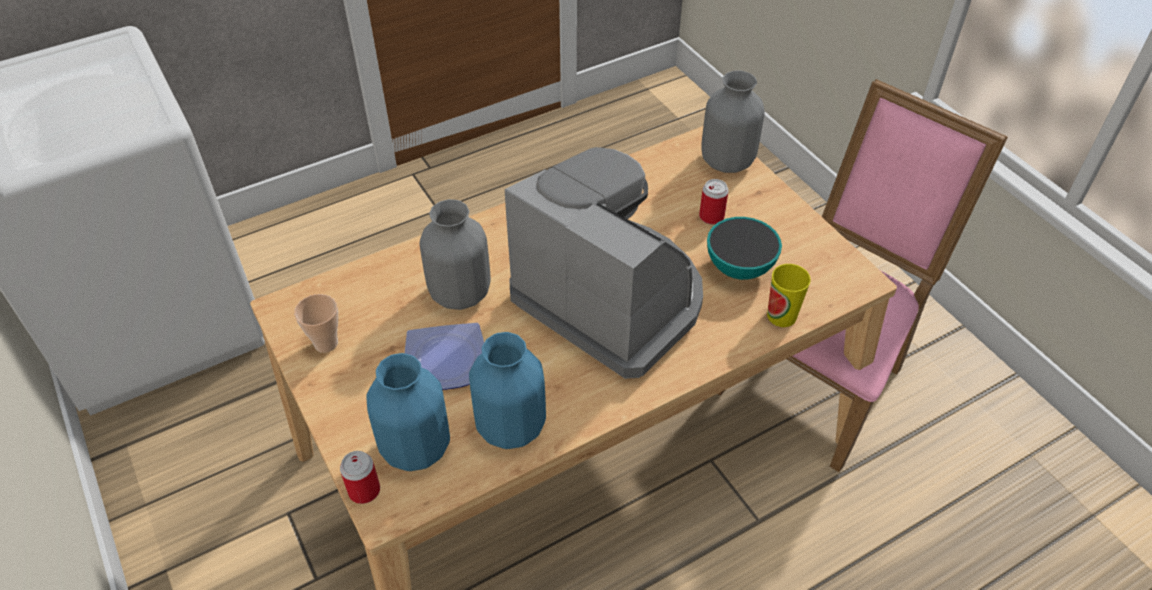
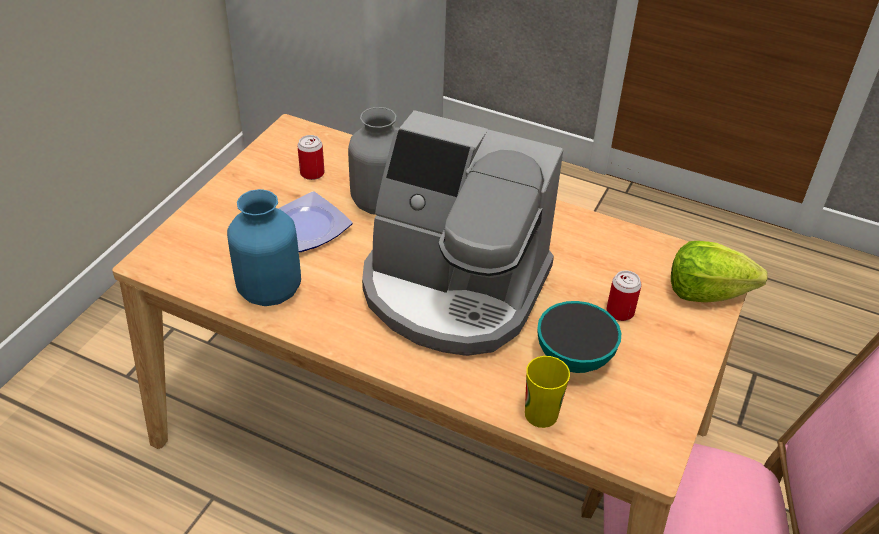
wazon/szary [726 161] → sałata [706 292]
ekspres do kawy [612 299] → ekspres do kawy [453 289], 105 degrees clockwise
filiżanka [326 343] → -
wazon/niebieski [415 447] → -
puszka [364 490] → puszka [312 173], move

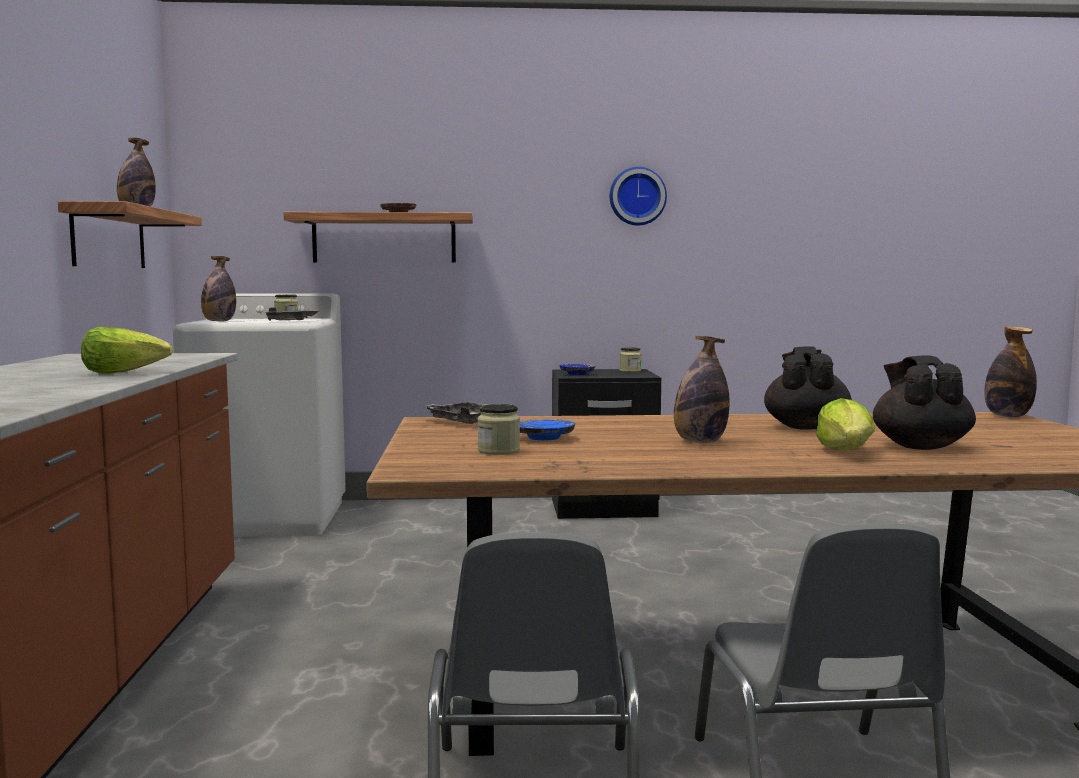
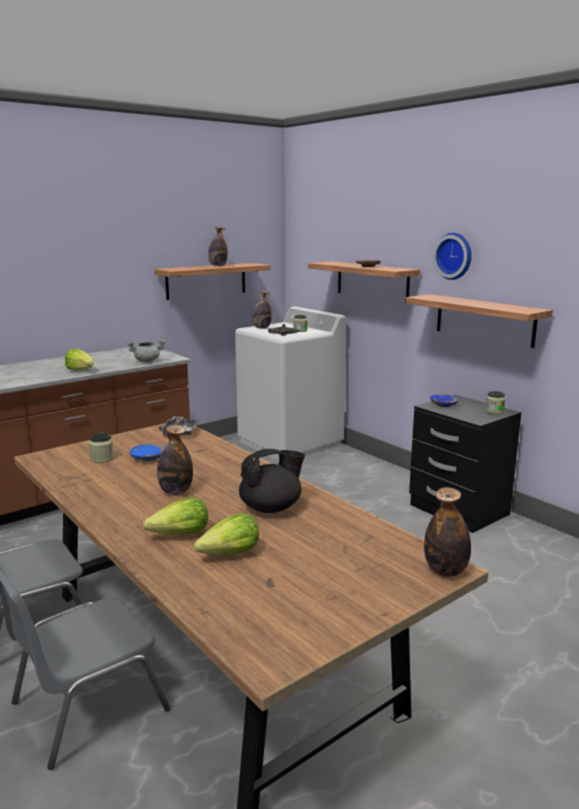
zegar ścienny [637 196] → zegar ścienny [454 256], move
imbryk/czarny [920 446] → sałata [230 554]
- → półka [484 320]
- → garnek/szary [147 361]

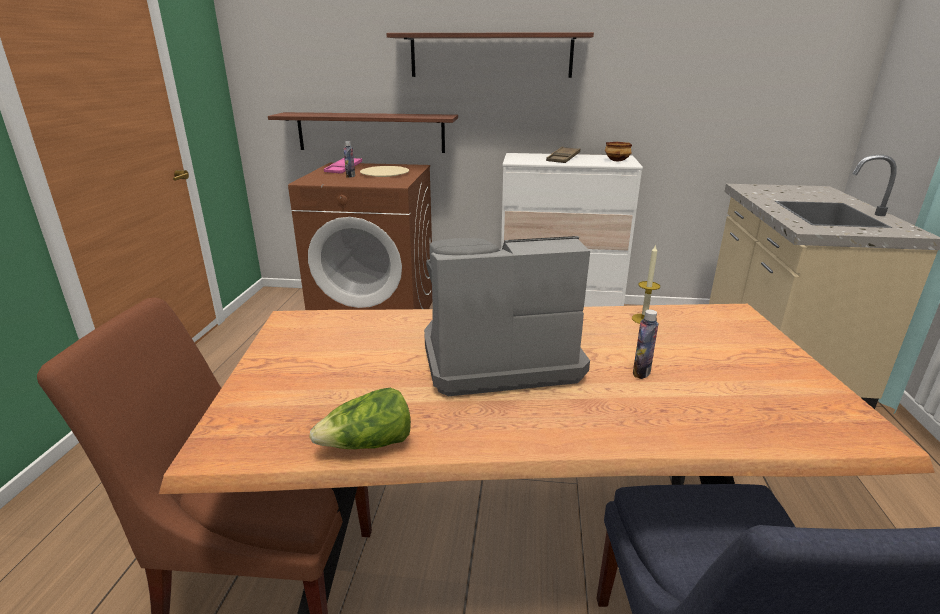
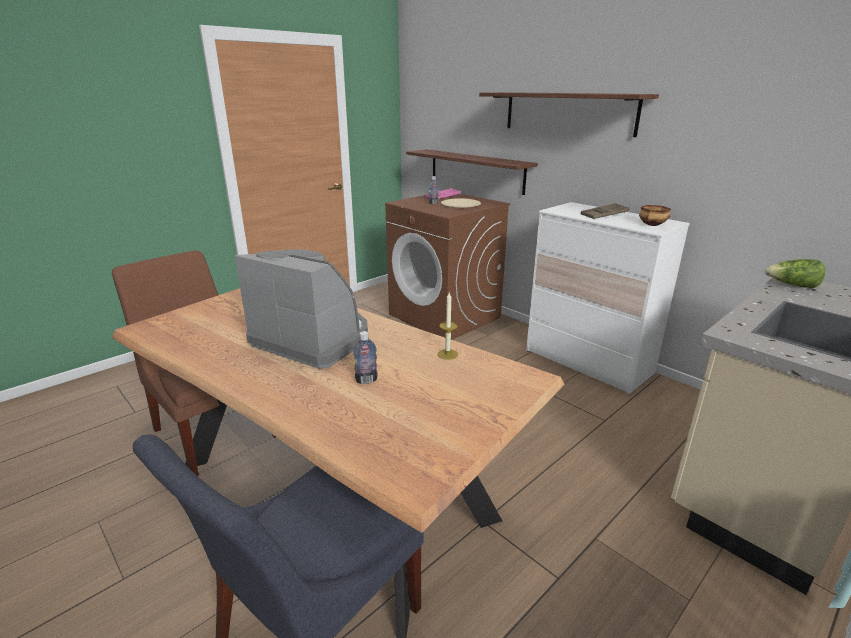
sałata [368 445] → sałata [792 286], move

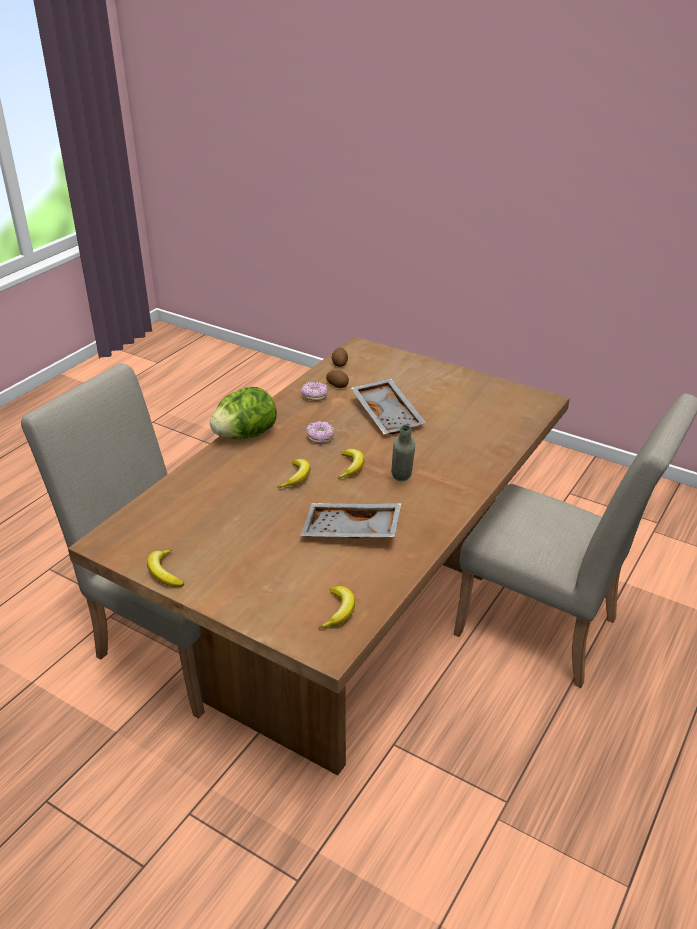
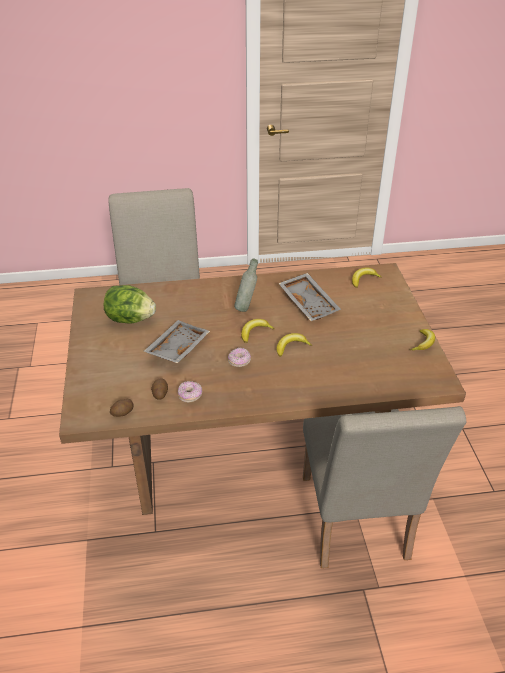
sałata [246 435] → sałata [130 319], move

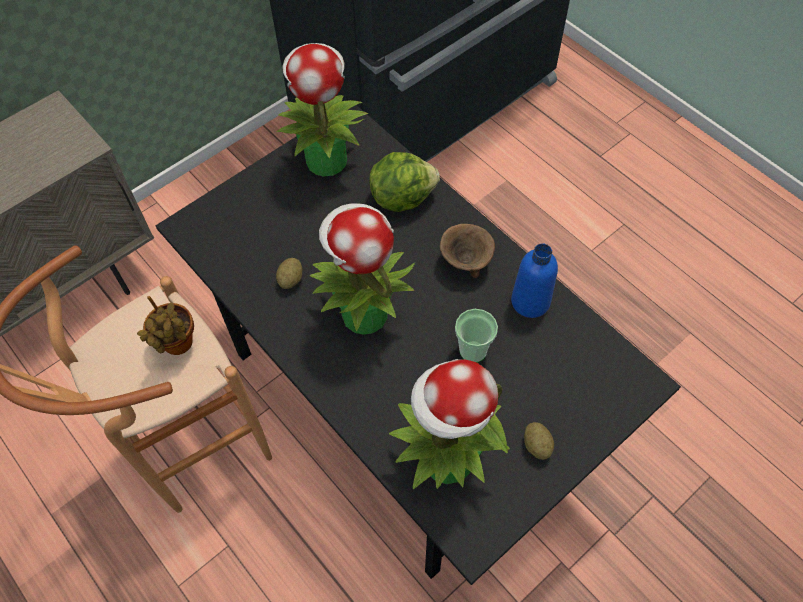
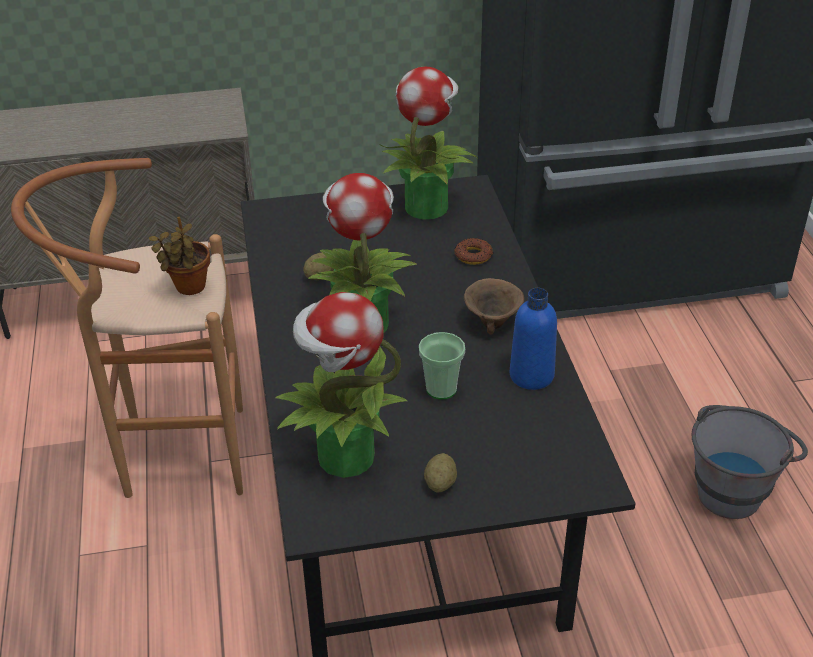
sałata [402 197] → donut [473 255]
- → wiadro/szary [735 487]

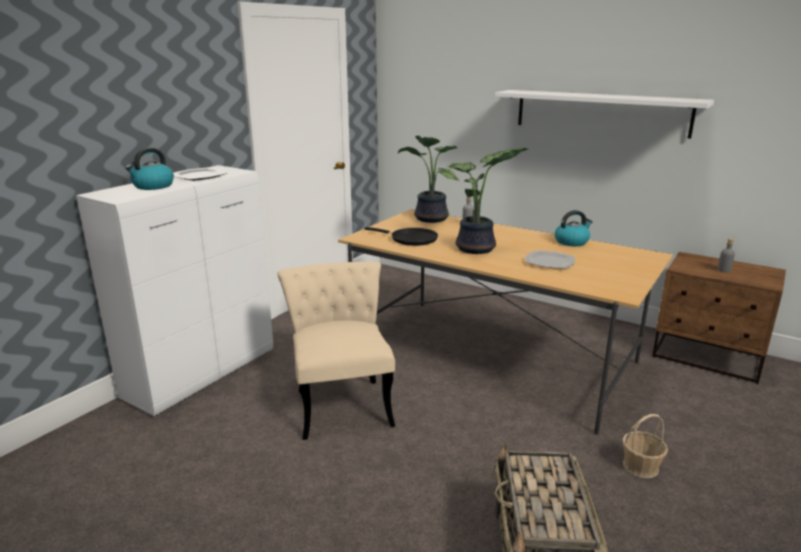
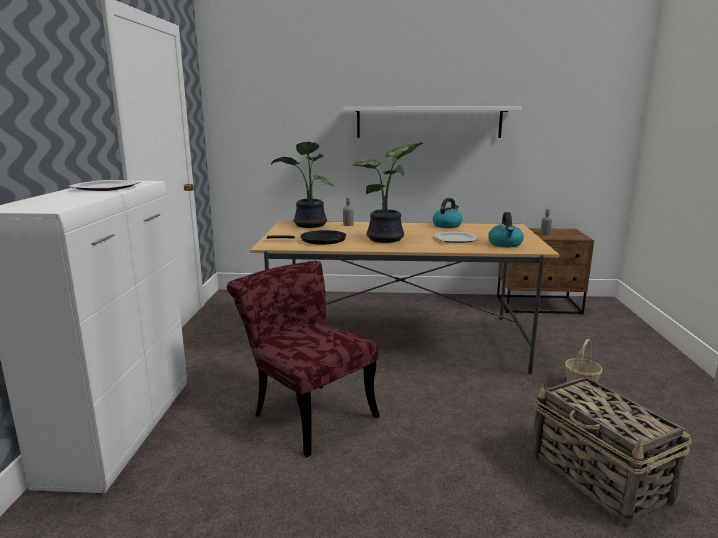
czajnik [153 186] → czajnik [505 244], move
krzesło/beżowy [341 401] → krzesło/czerwony [307 411]

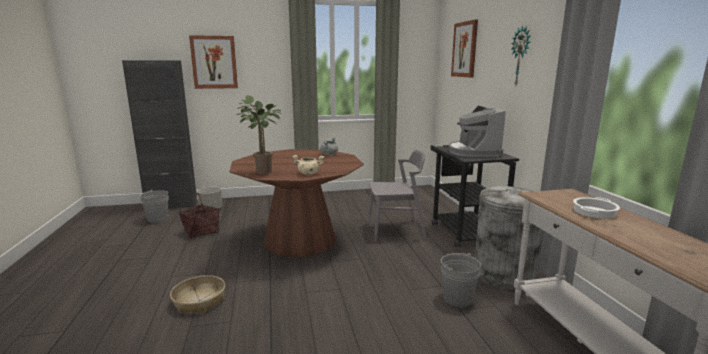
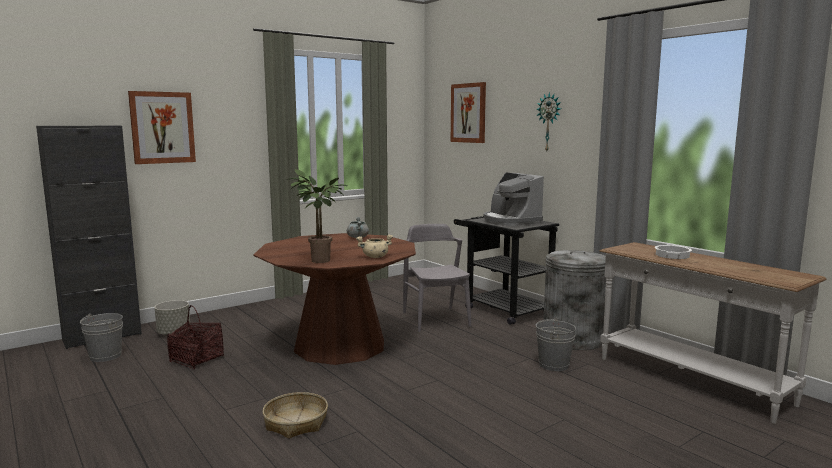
krzesło/szary [396 230] → krzesło/szary [436 319], 75 degrees counterclockwise

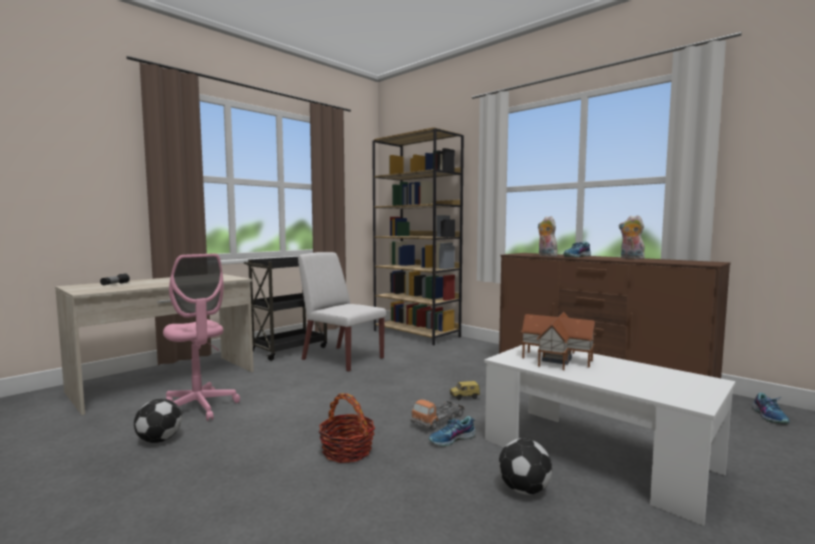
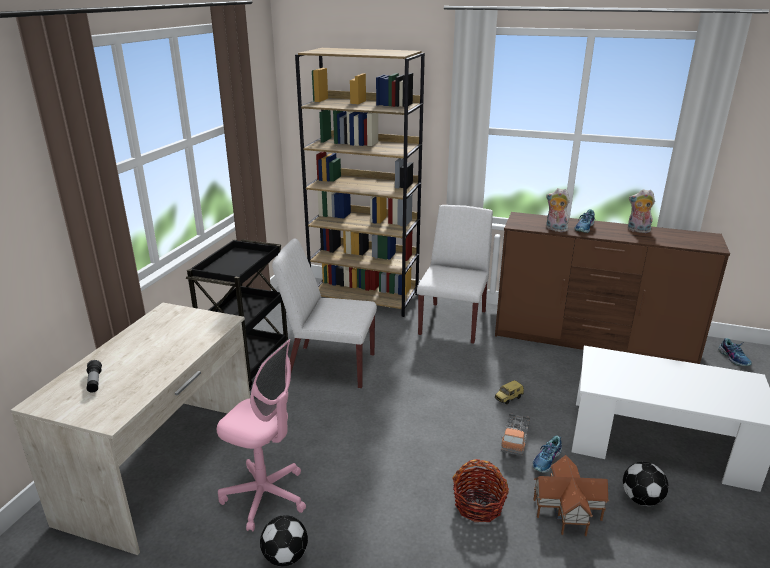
domek [555 359] → domek [566 510], move
- → krzesło/biały [453 322]

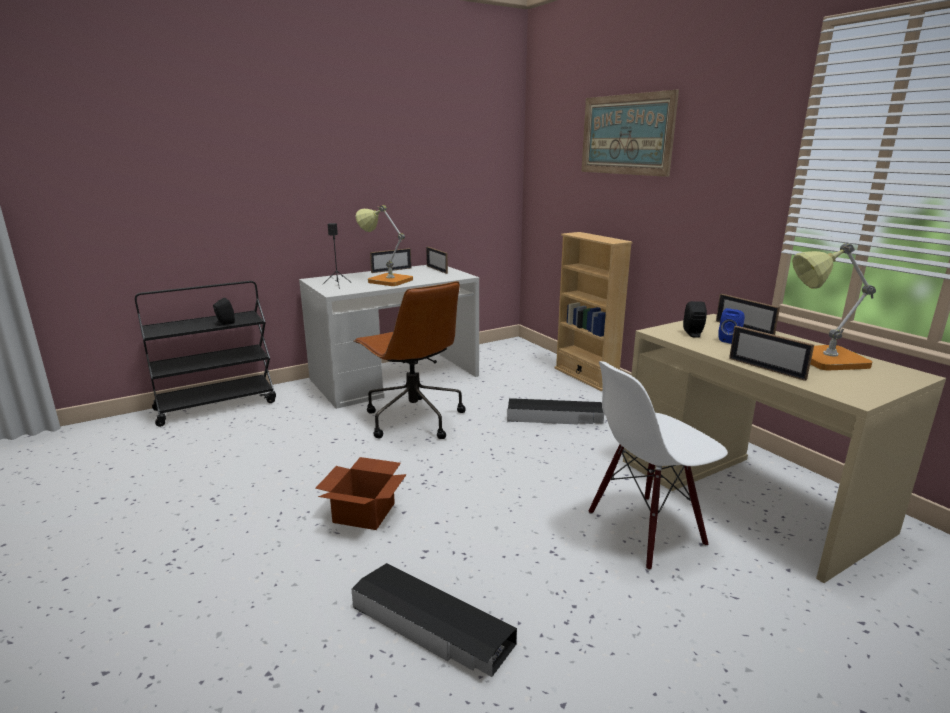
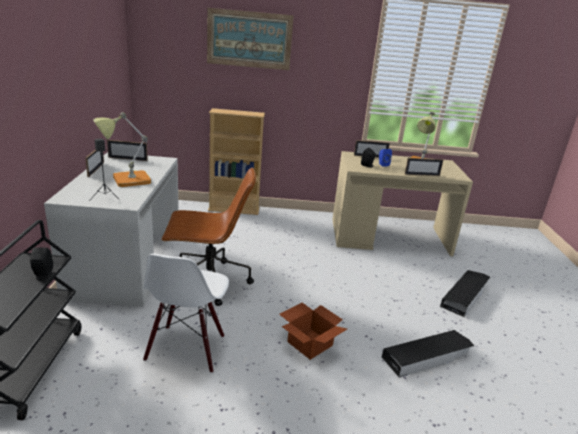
krzesło/biały [645 530] → krzesło/biały [186 348], move
pojemnik do przechowywania/czarny [555 417] → pojemnik do przechowywania/czarny [465 296], move

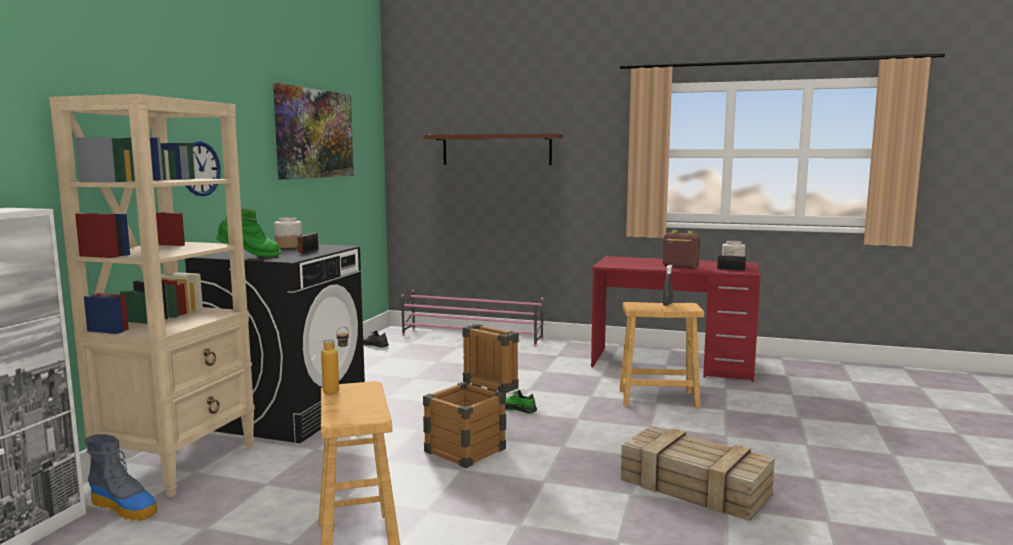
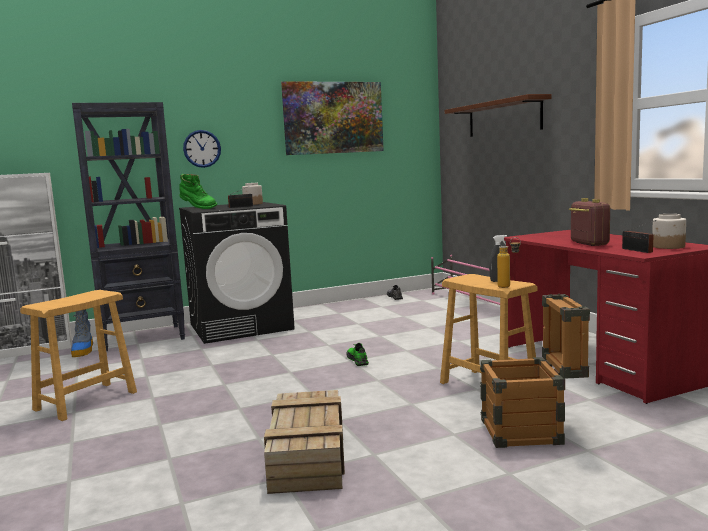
regał/beżowy [180 463] → regał/czarny [144 338]
skrzynka [472 447] → skrzynka [532 431], move
butelka [337 390] → butelka [509 286], move

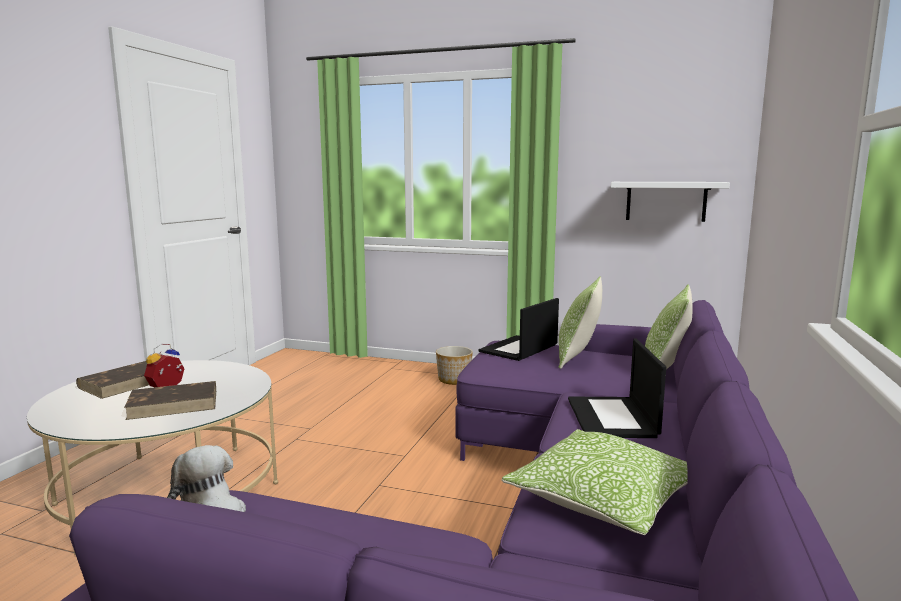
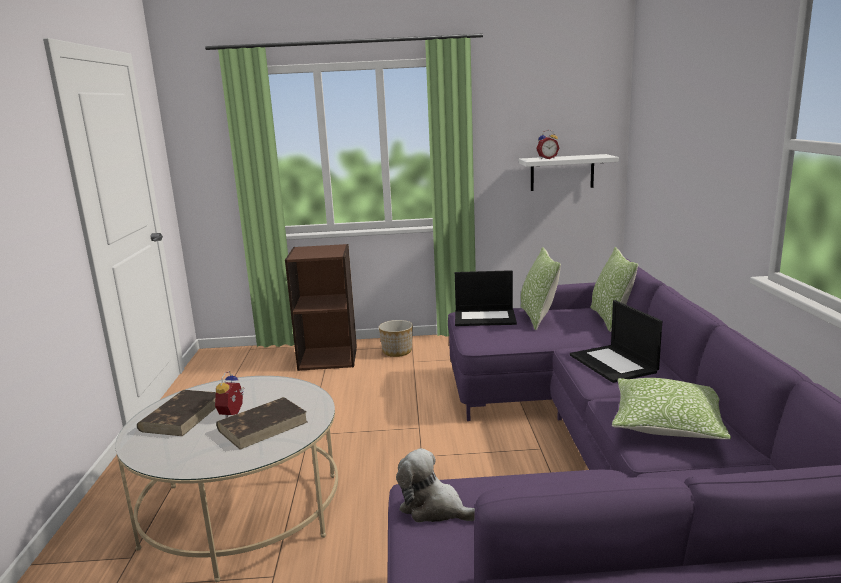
laptop [519 349] → laptop [485 317], 105 degrees counterclockwise
- → budzik [547 158]
- → regał/brązowy [328 358]

